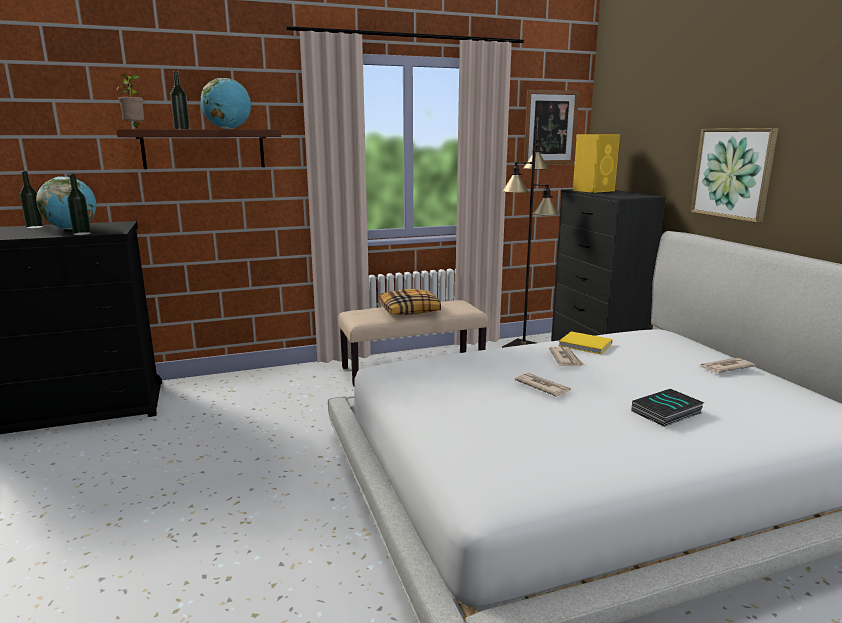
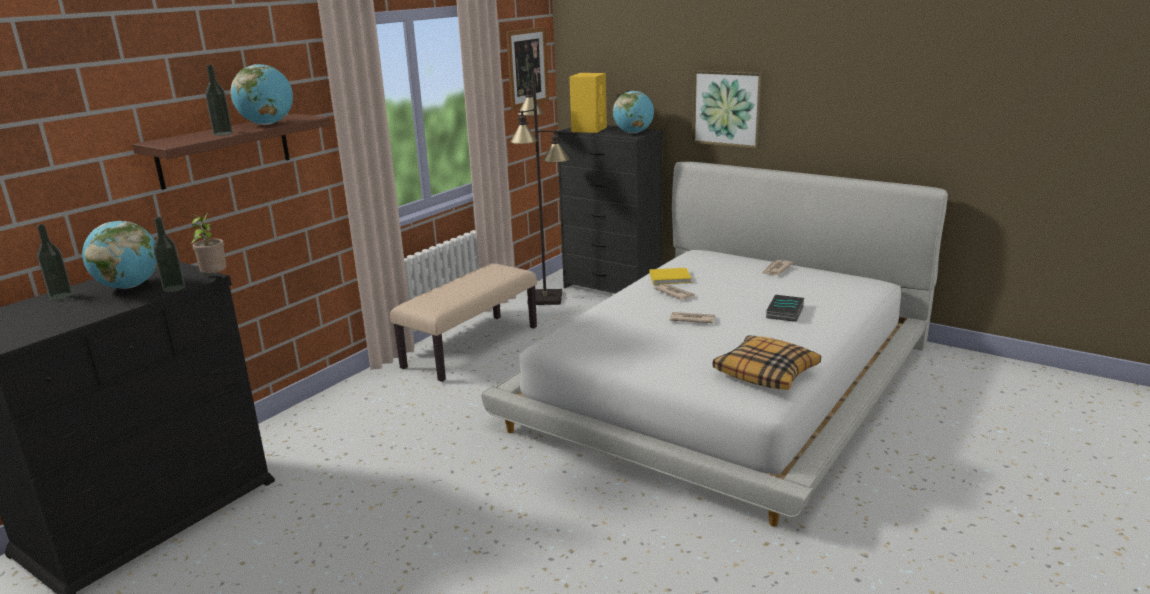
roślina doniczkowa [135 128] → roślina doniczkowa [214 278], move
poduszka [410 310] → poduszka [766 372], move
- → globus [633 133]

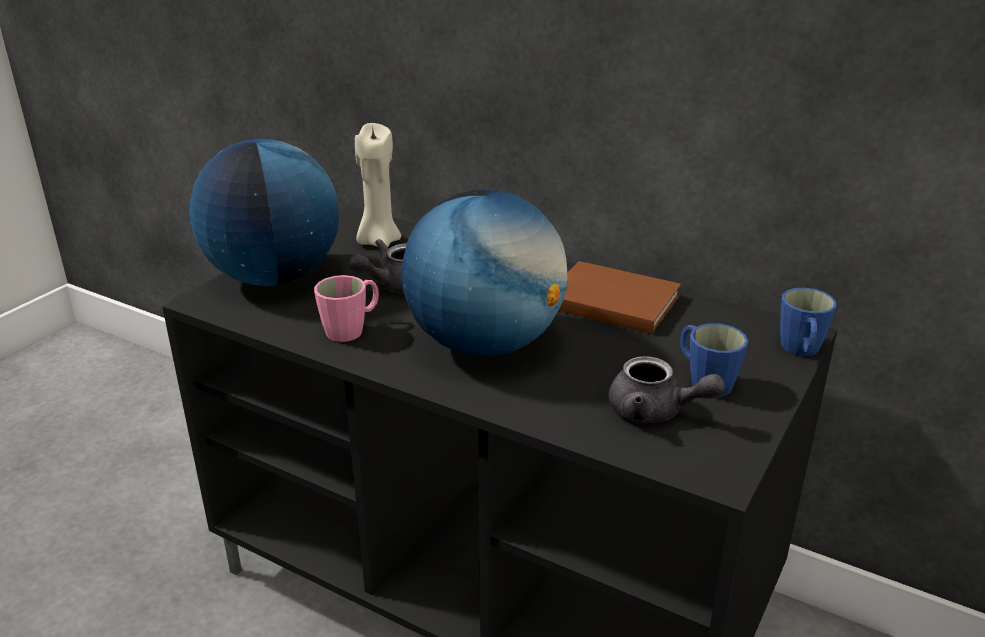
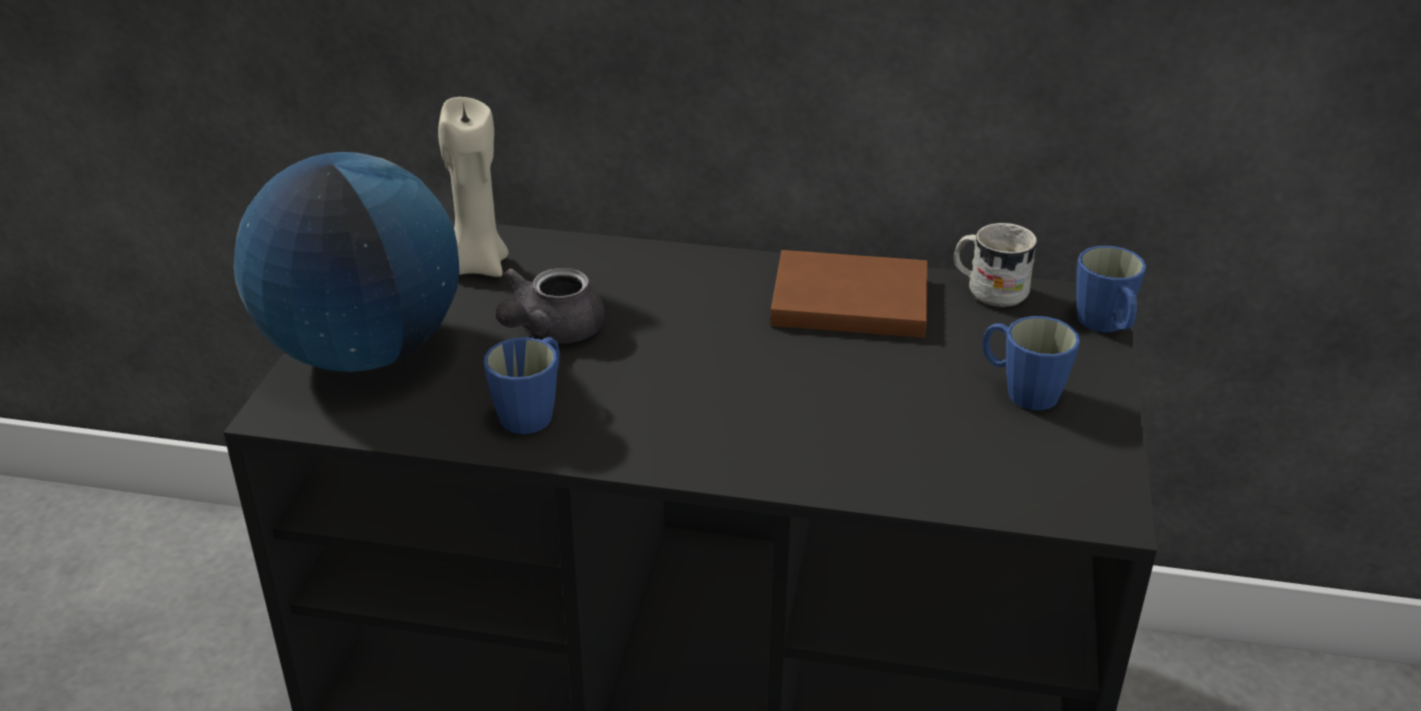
globus [485 344] → -
kubek/różowy [352 329] → kubek/niebieski [533 411]
imbryk/szary [655 411] → -
- → kubek/biały [989 290]

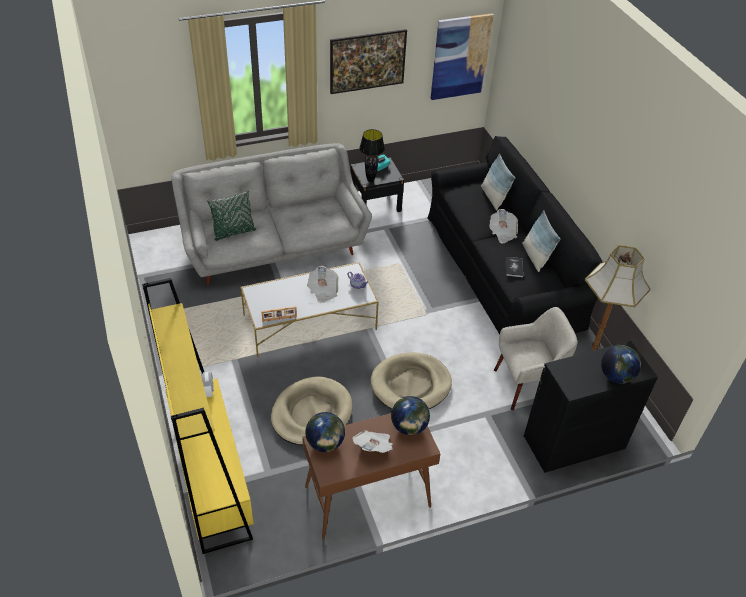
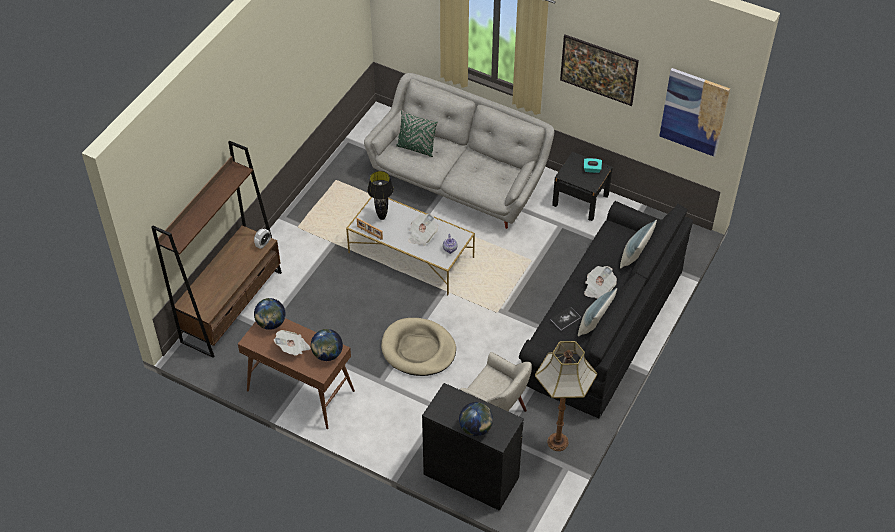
lampa stołowa/czarny [370 180] → lampa stołowa/czarny [381 217], move
regał/żółty [212 480] → regał/brązowy [232 306]
legowisko/beżowy [311 413] → -

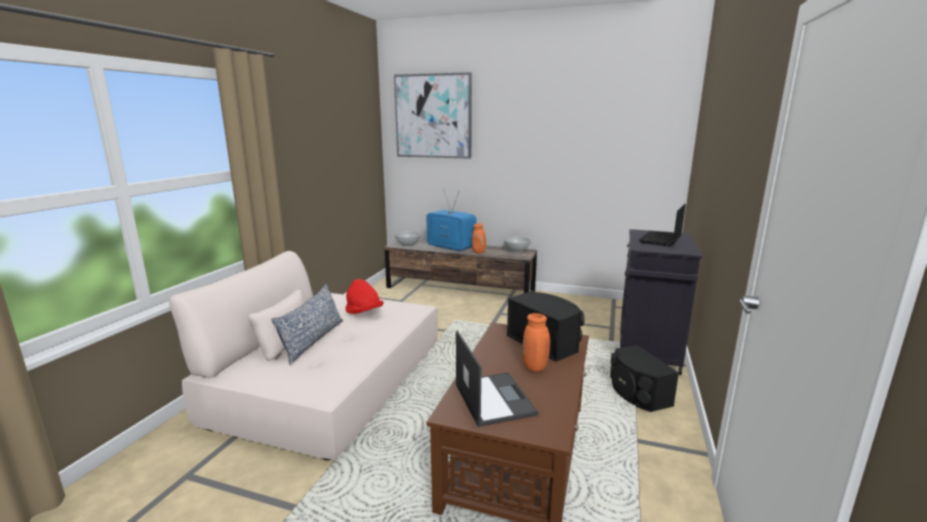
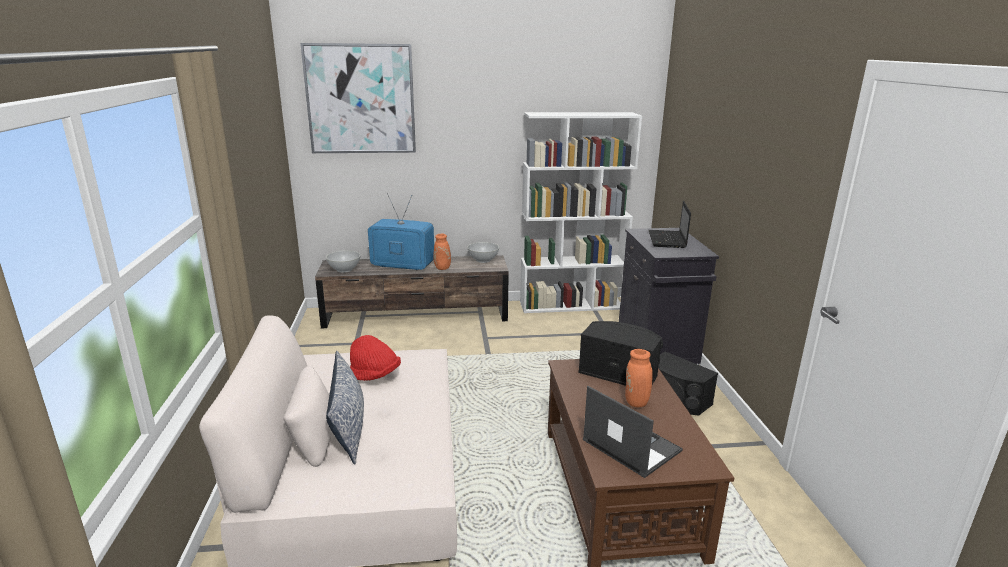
- → regał/biały [571 305]

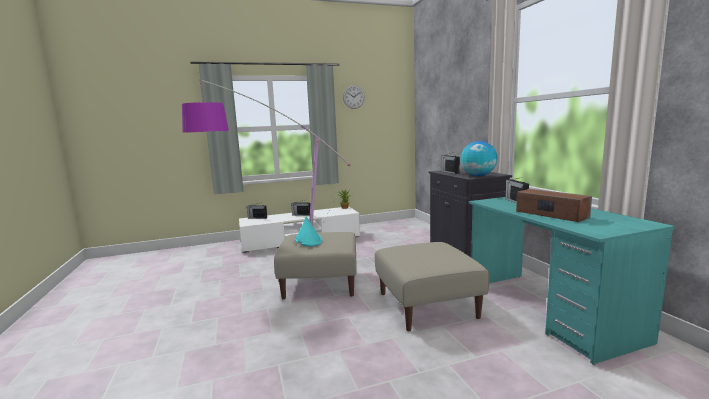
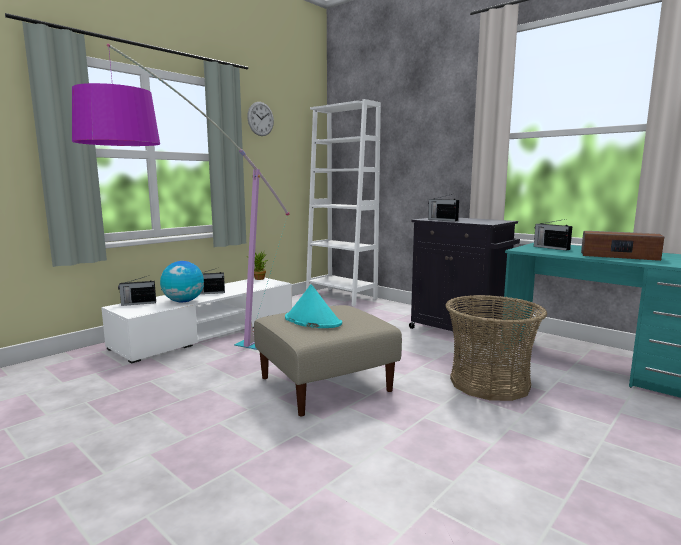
globus [478 176] → globus [183 301], move
pufa/beżowy [427 305] → koszyk [489 383]
- → regał/biały [341 296]

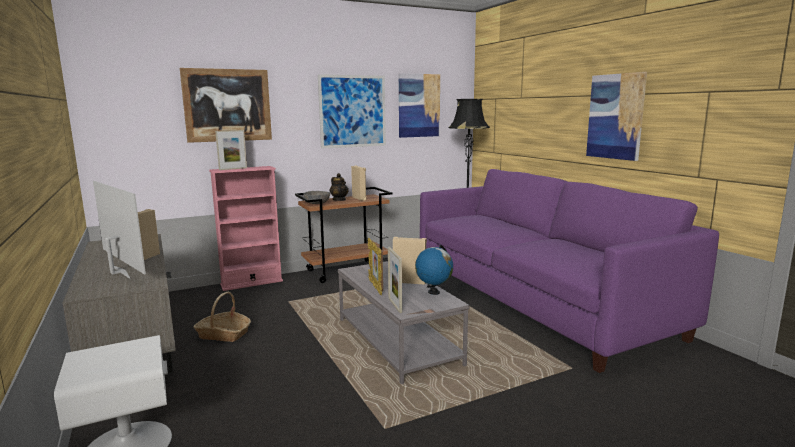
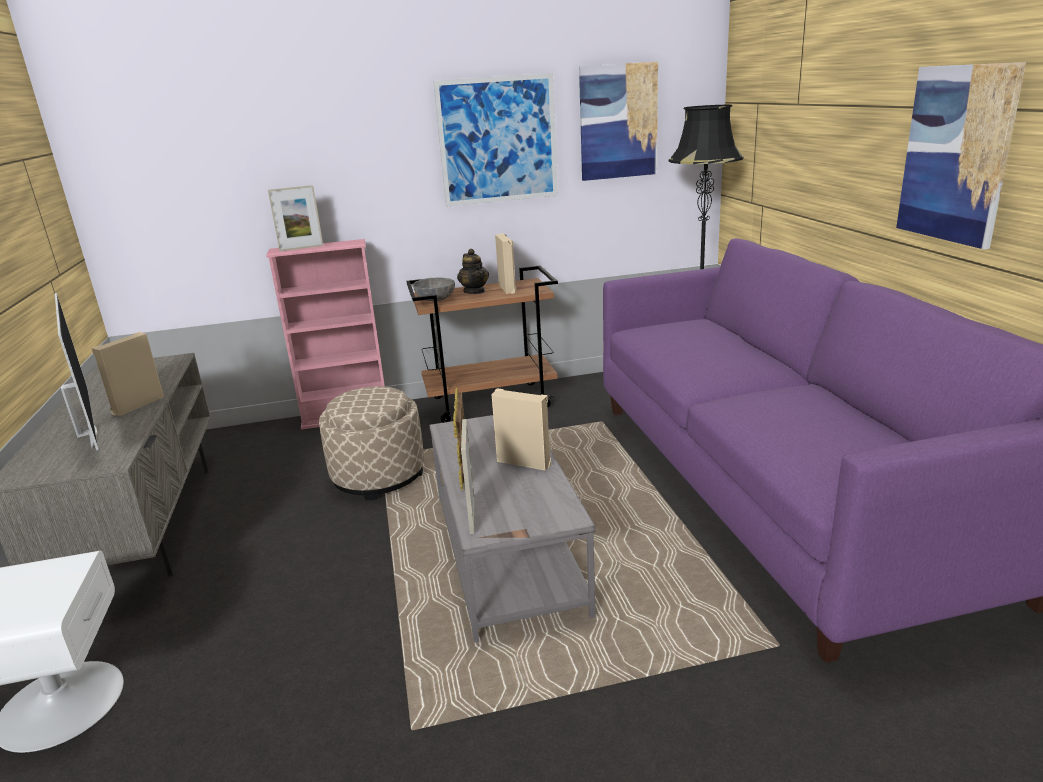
obraz [227 105] → -
globus [433 292] → -
koszyk [224 334] → -
- → pufa/beżowy [378 476]

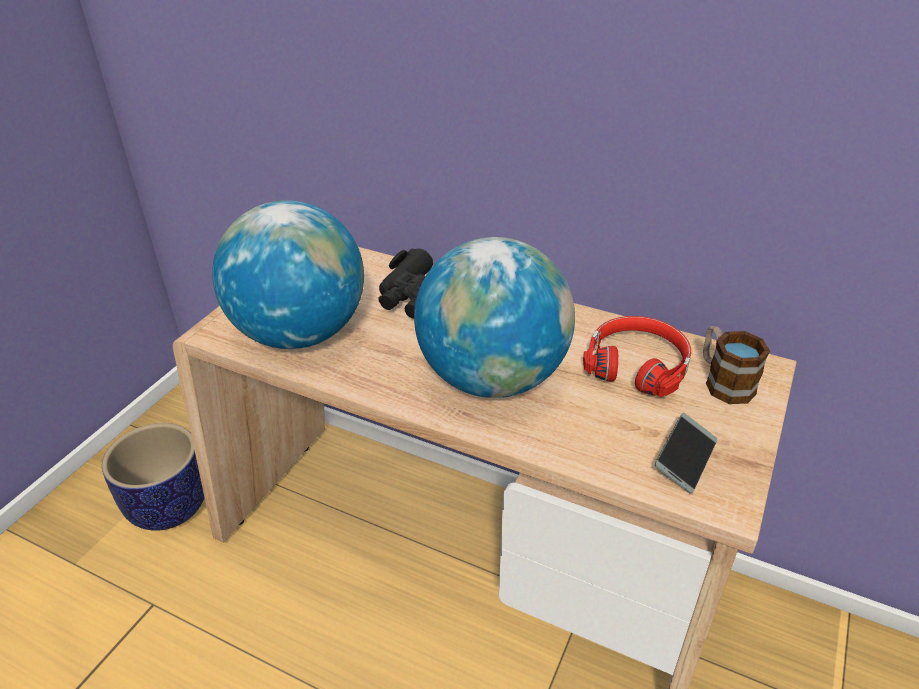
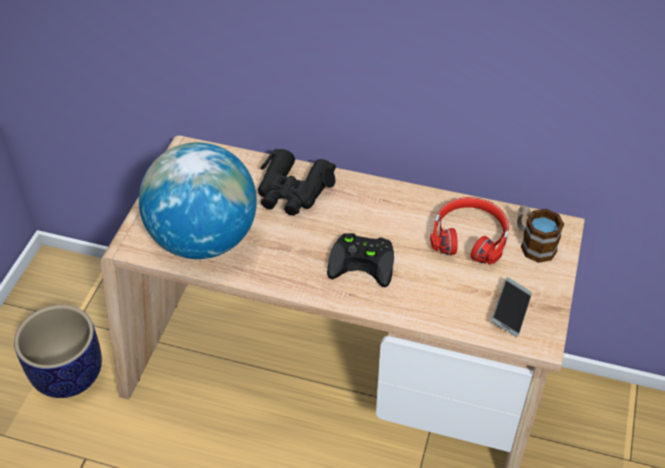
globus [492 378] → pad do gier/czarny [364 261]

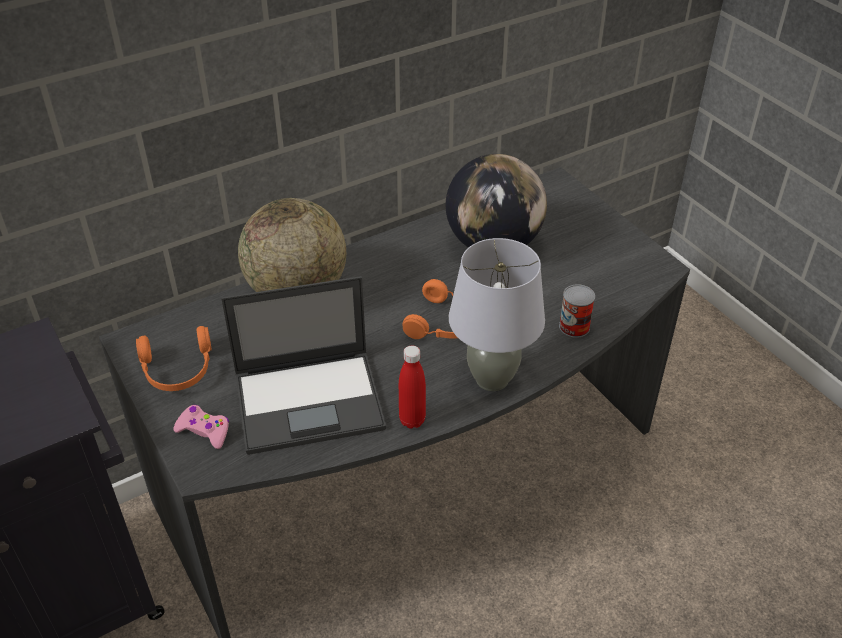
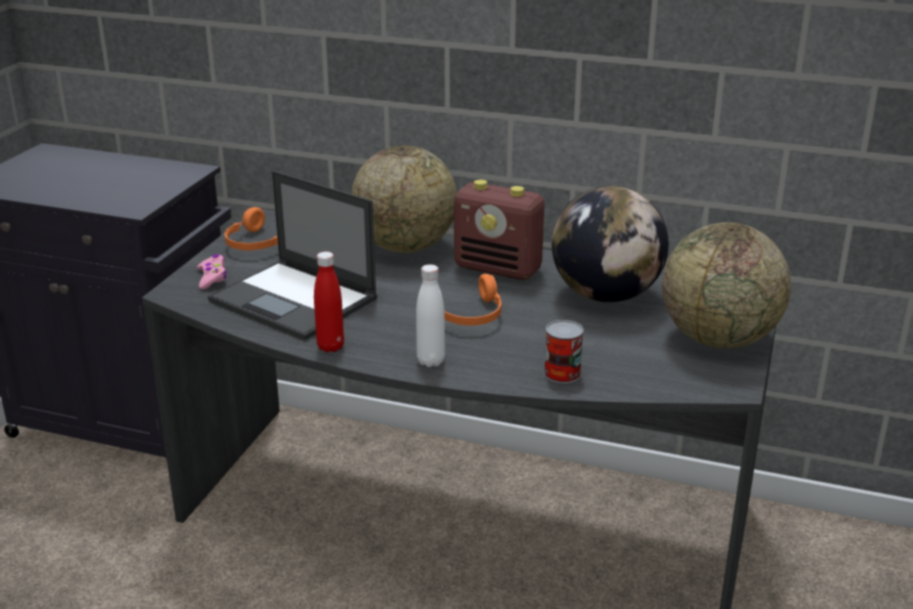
lampa stołowa/szary [492 379] → butelka/biały [430 361]
- → radio [498 269]
- → globus [719 339]

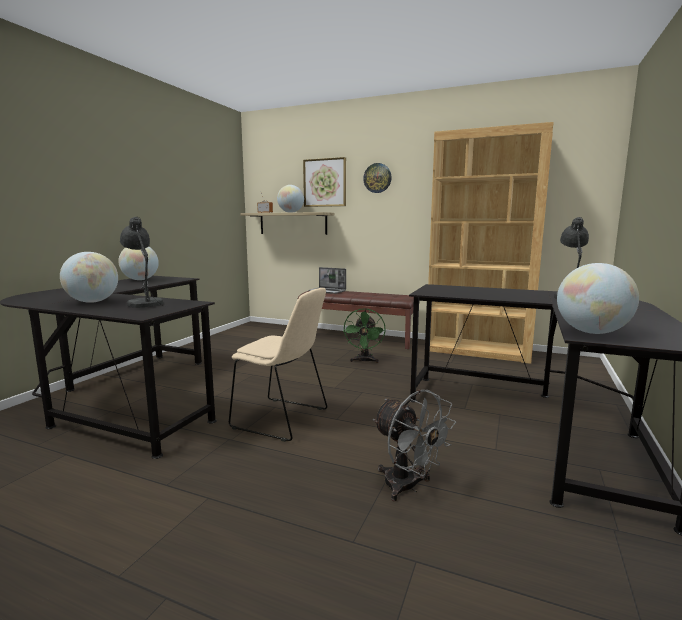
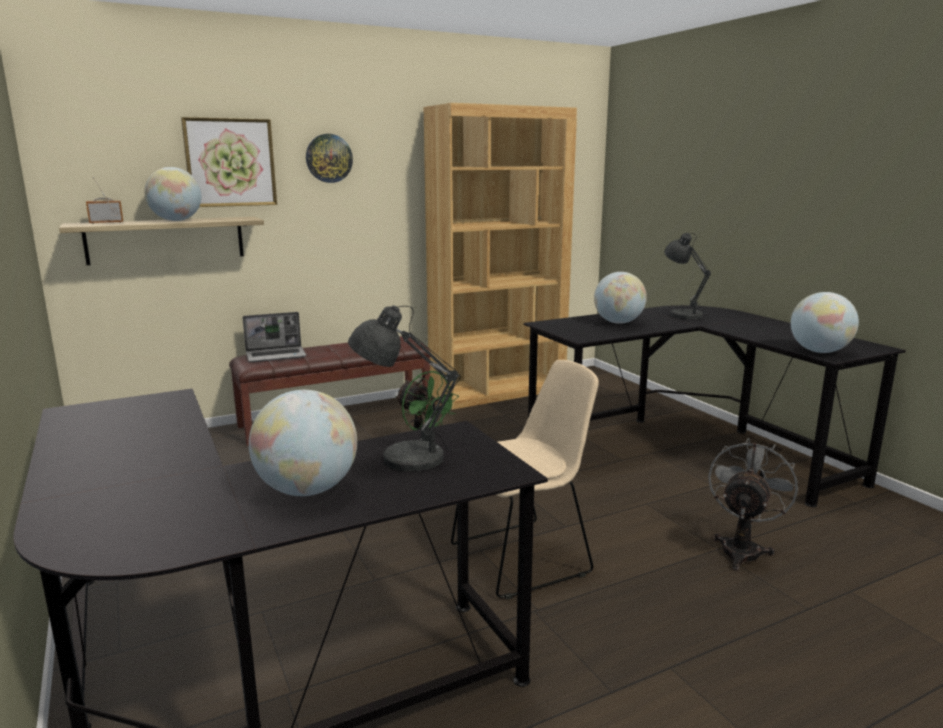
globus [140 280] → globus [618 322], move
wentylator/szary [408 487] → wentylator/szary [742 549], 60 degrees counterclockwise

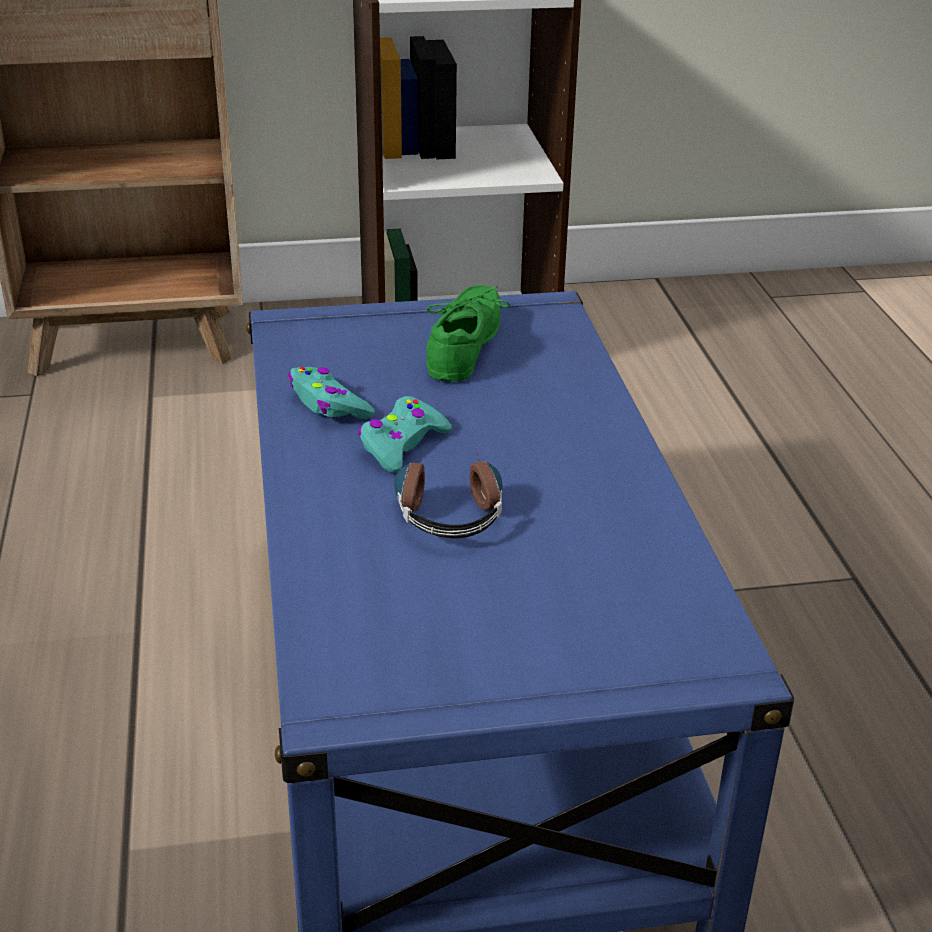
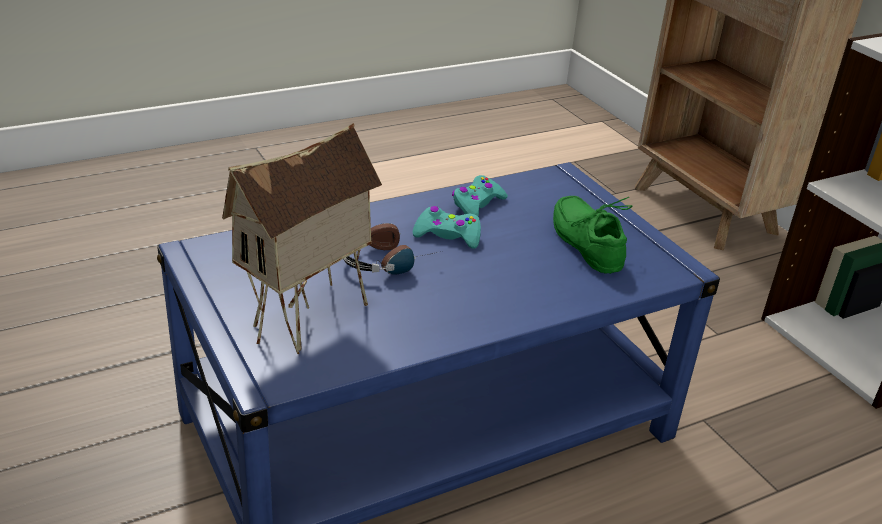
but/zielony [470 347] → but/zielony [590 243], 105 degrees counterclockwise
- → domek [309 324]

